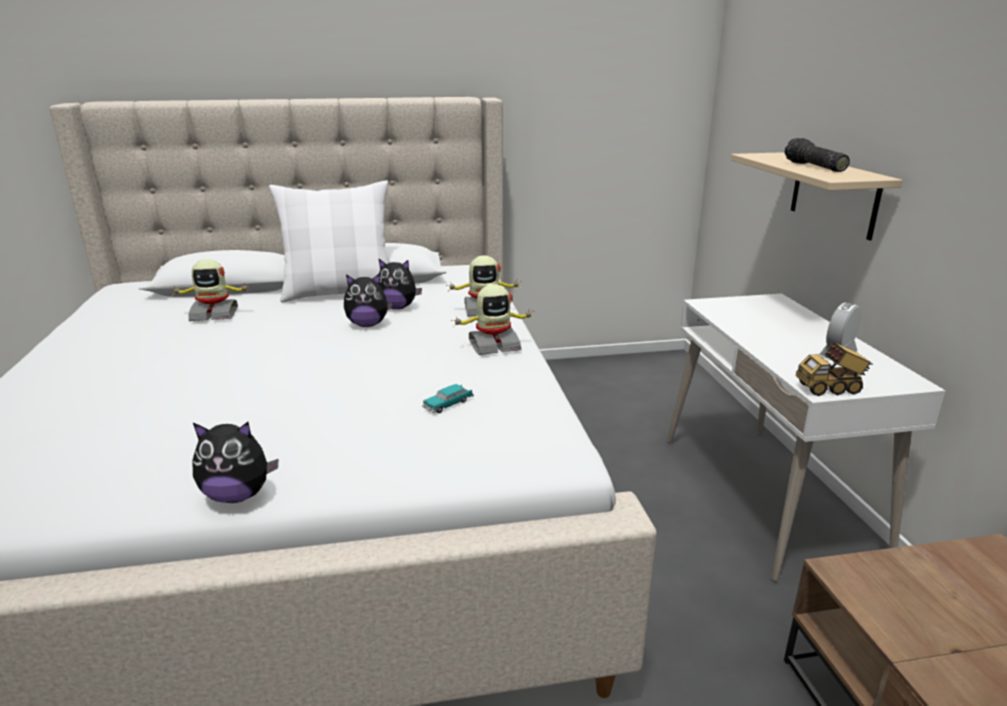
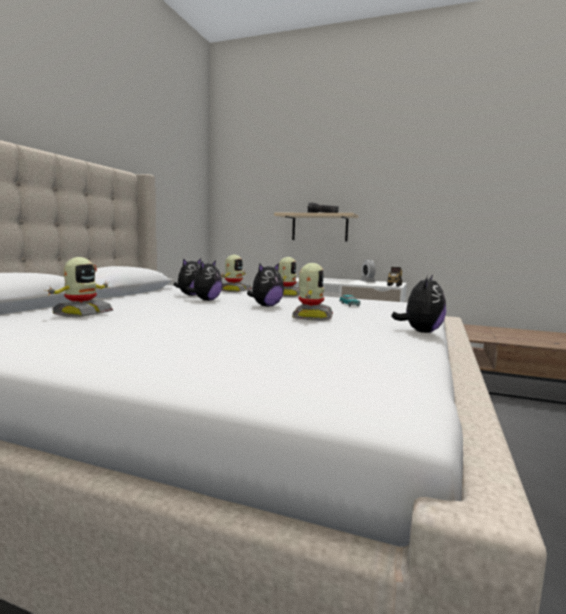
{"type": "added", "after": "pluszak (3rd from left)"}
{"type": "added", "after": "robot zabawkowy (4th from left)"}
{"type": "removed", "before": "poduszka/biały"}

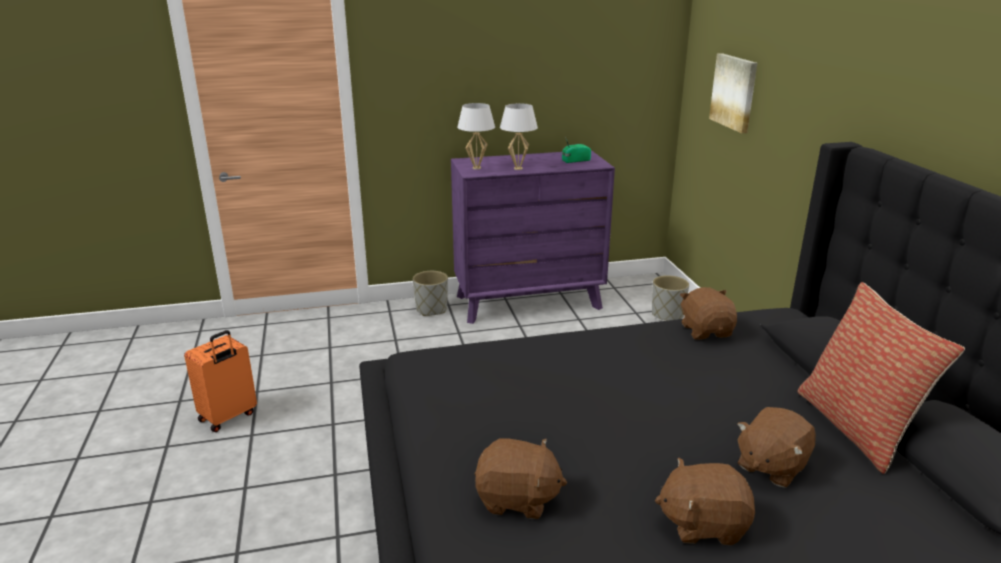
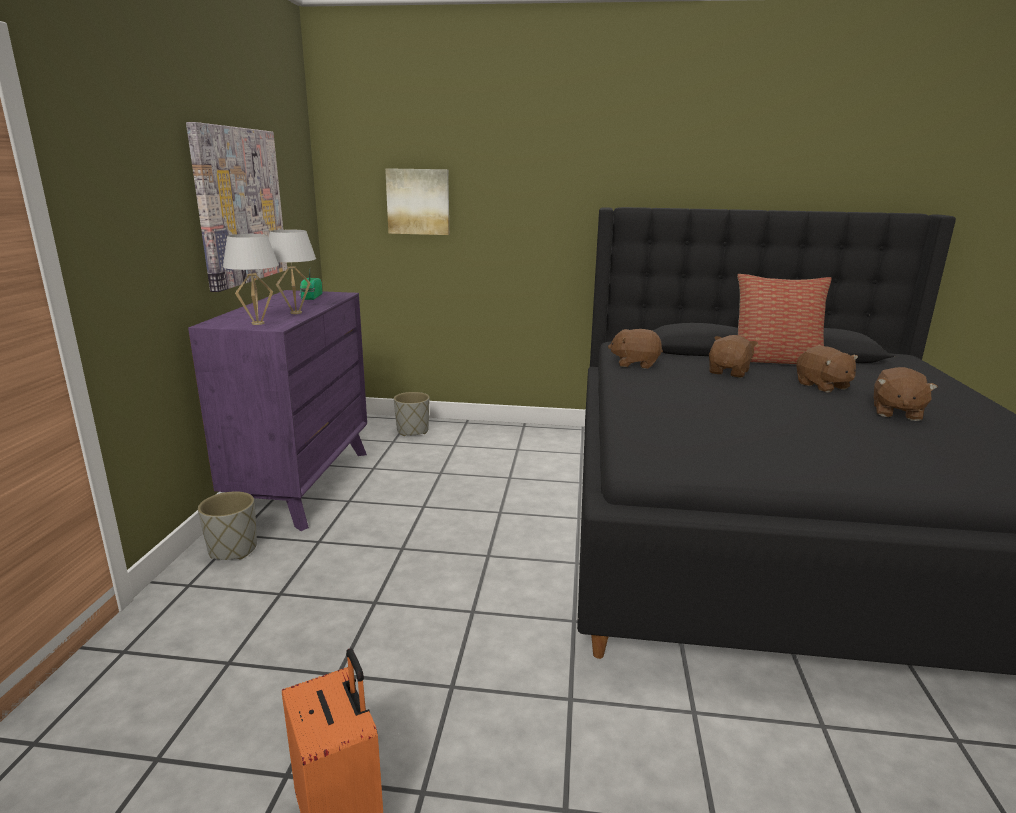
{"type": "added", "after": "obraz (1st from left)"}
{"type": "moved", "before": "pluszak/brązowy (1st from left in the first image)", "after": "pluszak/brązowy (2nd from left)"}

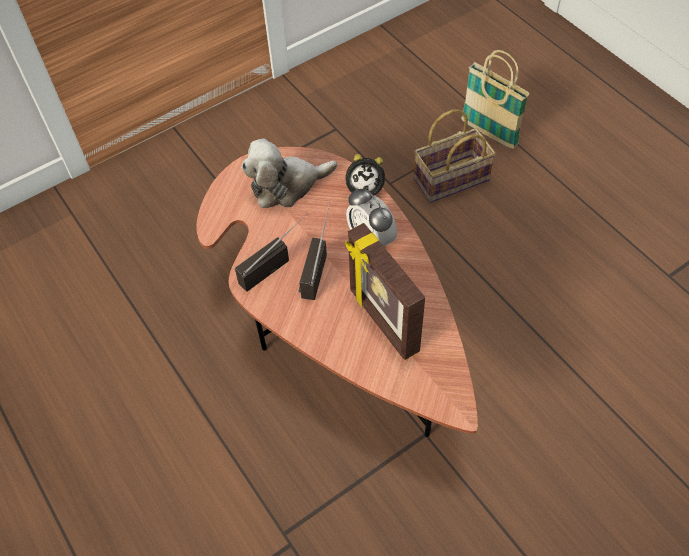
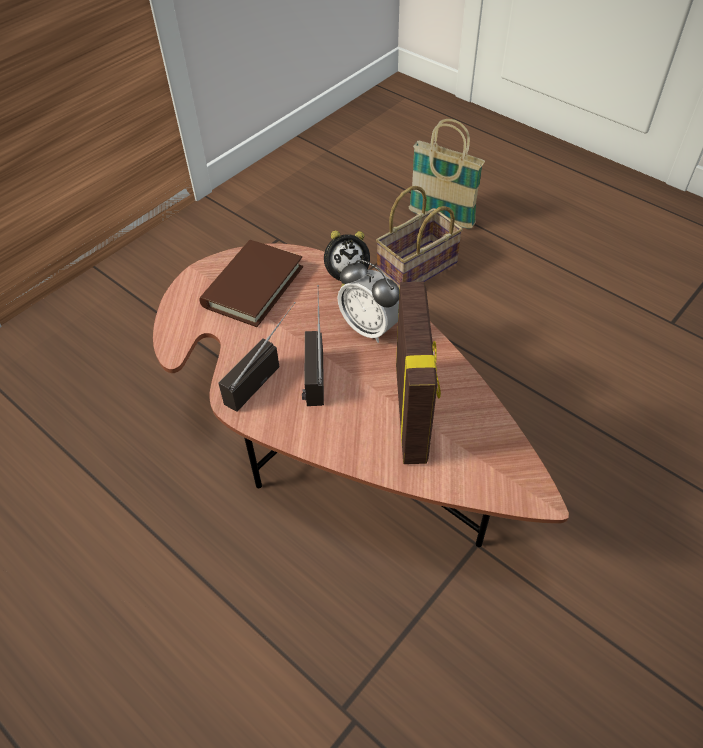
{"type": "replaced", "before": "pluszak", "after": "książka/brązowy"}
{"type": "turned", "before": "ramka na zdjęcie", "turn": -135}

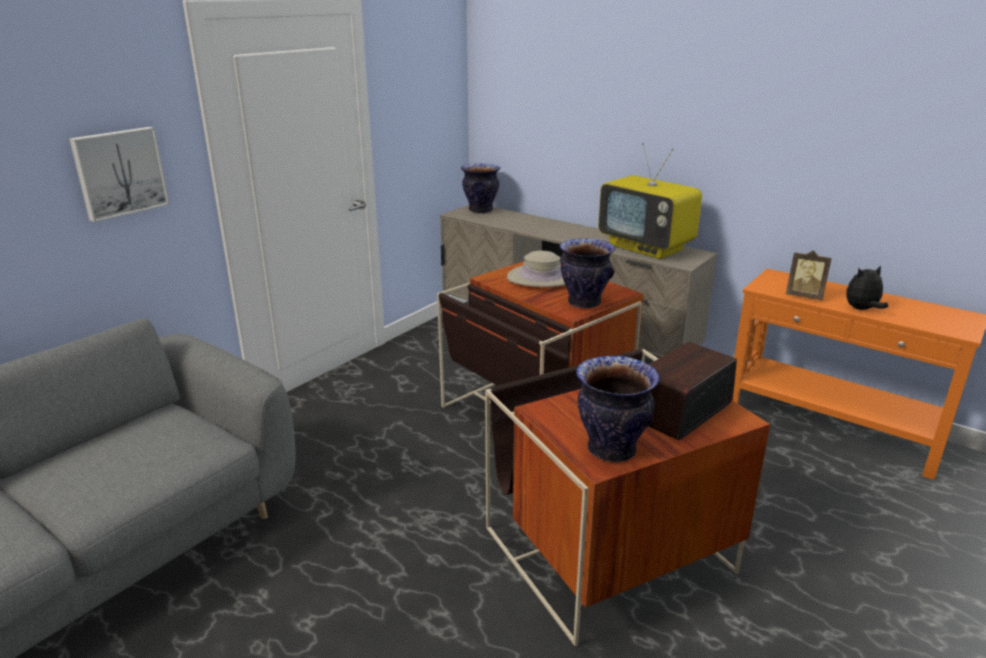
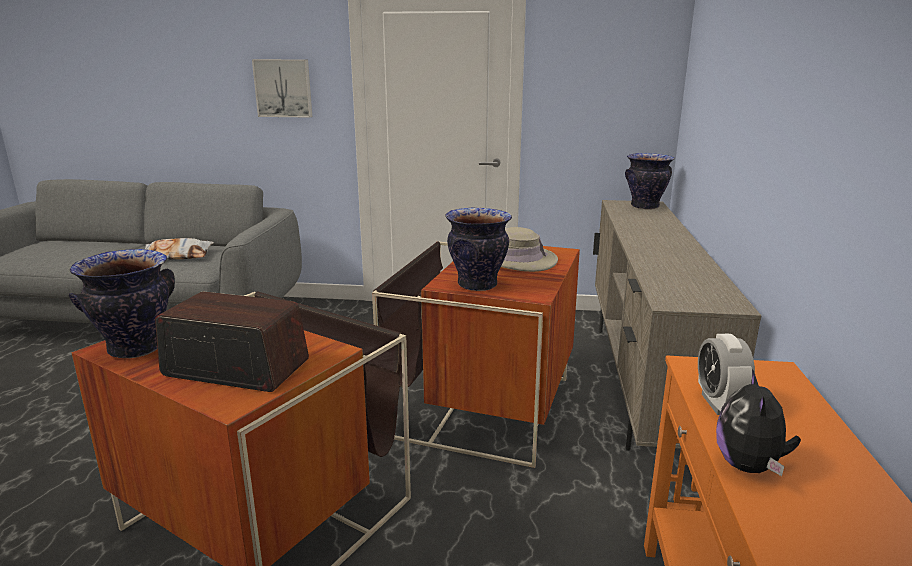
{"type": "added", "after": "poduszka"}
{"type": "replaced", "before": "ramka na zdjęcie", "after": "budzik"}
{"type": "turned", "before": "pluszak", "turn": -120}
{"type": "removed", "before": "telewizor"}

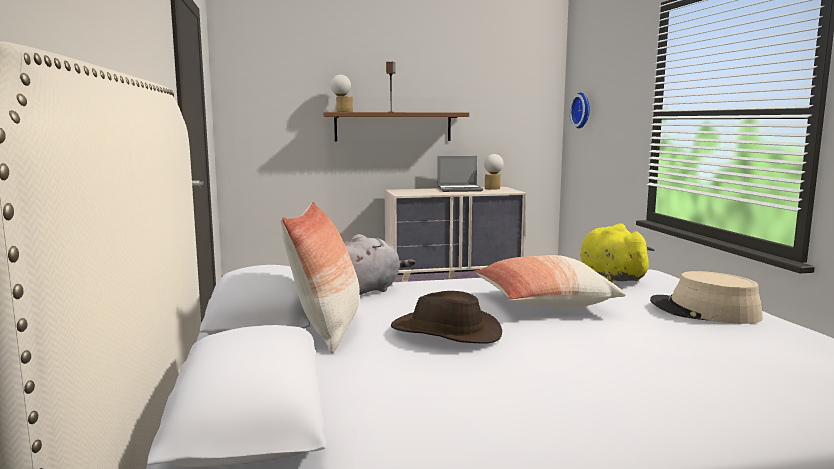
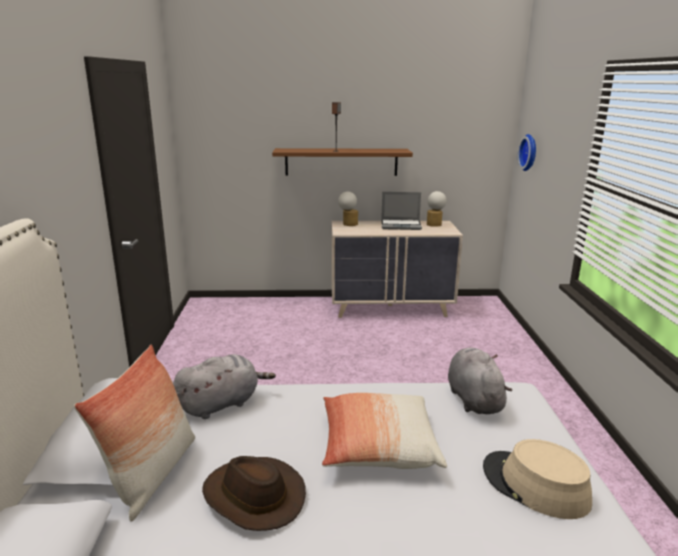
{"type": "moved", "before": "lampa stołowa (1st from left)"}
{"type": "recoloured", "before": "pluszak/żółty", "after": "pluszak/szary (2nd from left)"}

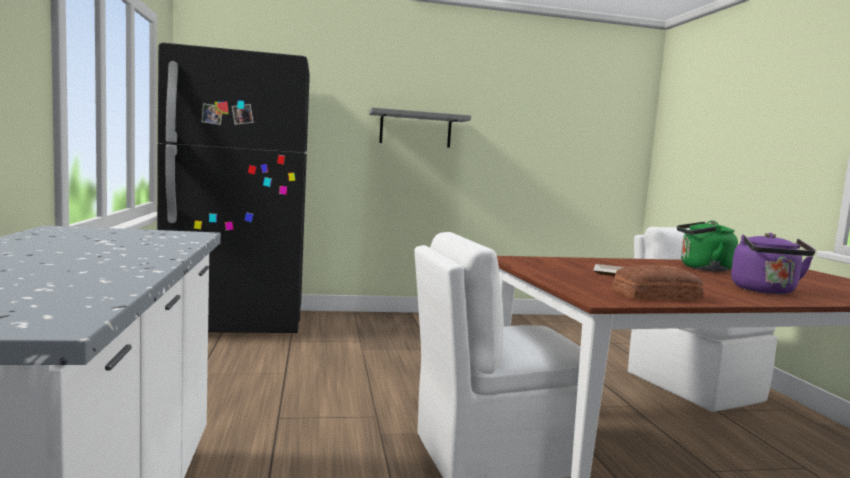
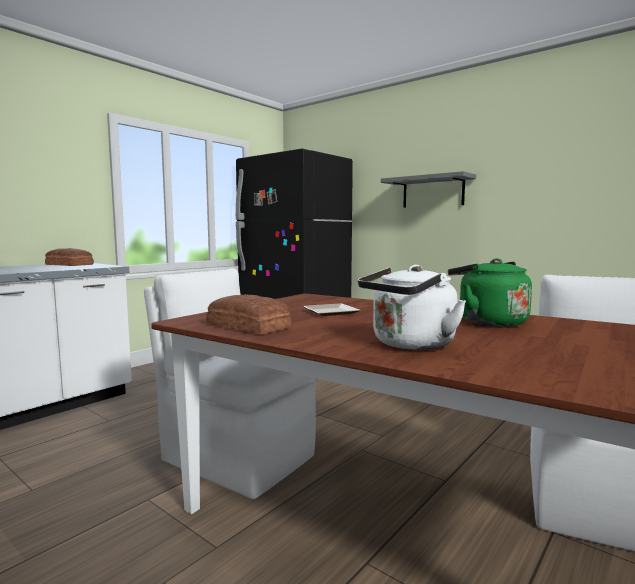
{"type": "added", "after": "chleb (1st from left)"}
{"type": "recoloured", "before": "czajnik/fioletowy", "after": "czajnik/biały"}

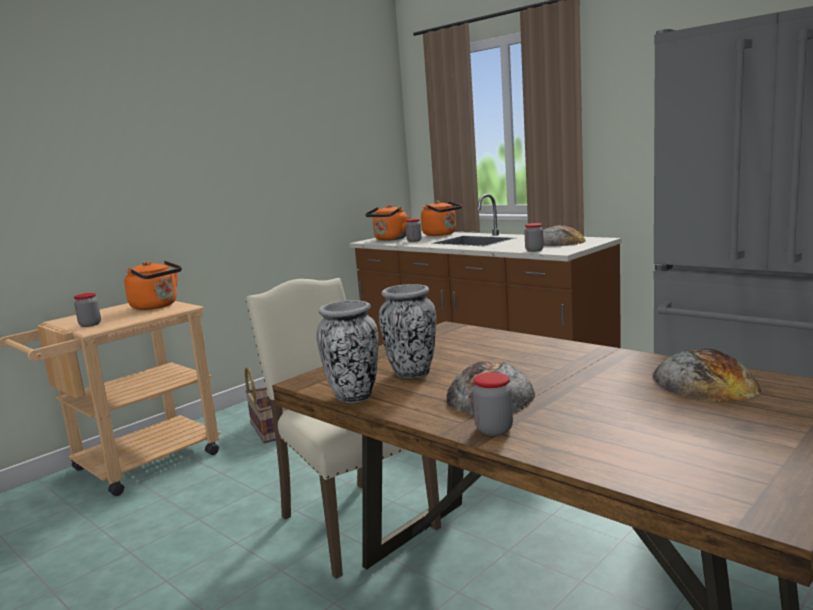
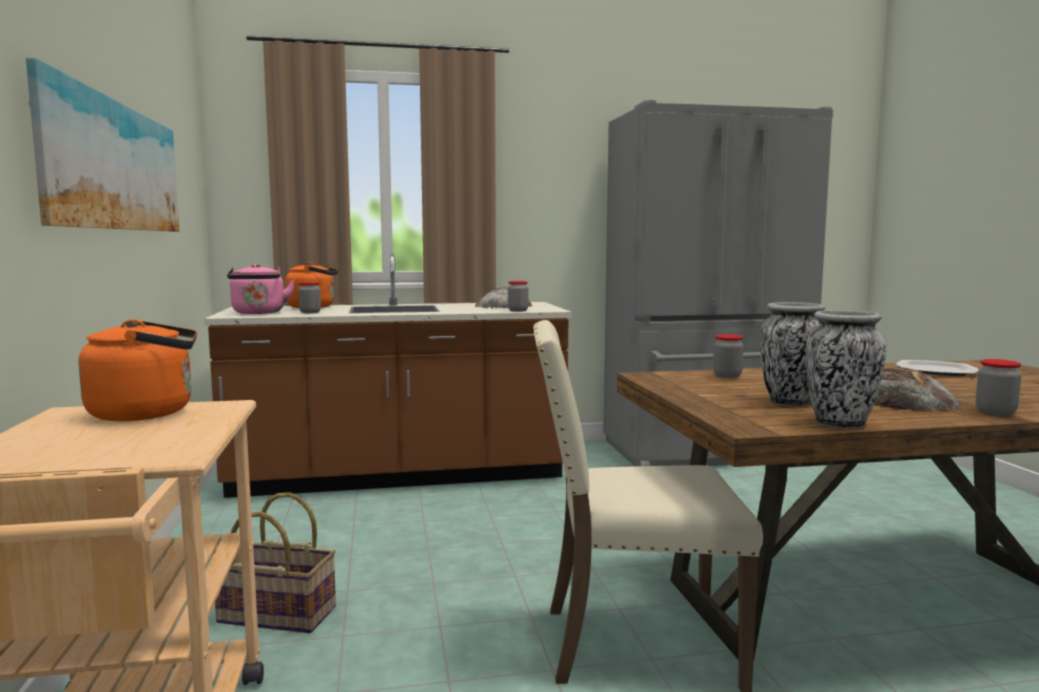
{"type": "added", "after": "obraz"}
{"type": "recoloured", "before": "czajnik/pomarańczowy (2nd from left)", "after": "czajnik/różowy"}
{"type": "moved", "before": "słoik (1st from left in the first image)", "after": "słoik (3rd from left)"}
{"type": "replaced", "before": "chleb (3rd from left)", "after": "talerz"}

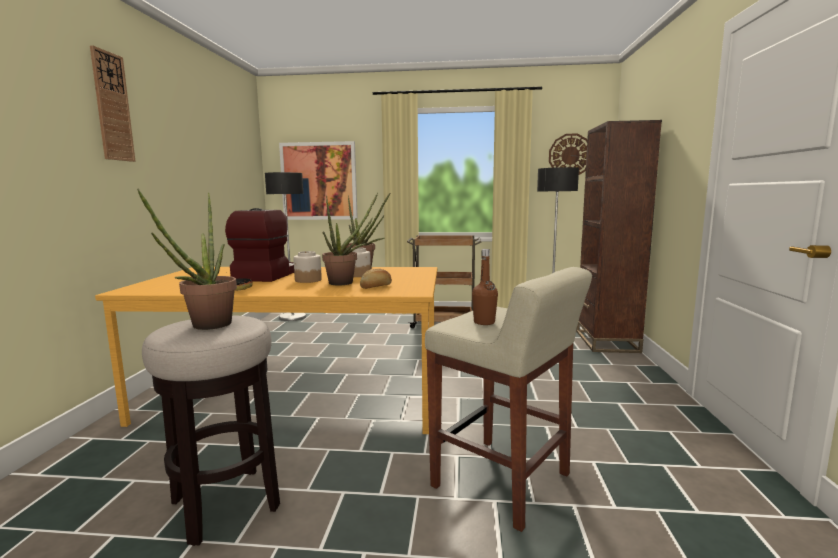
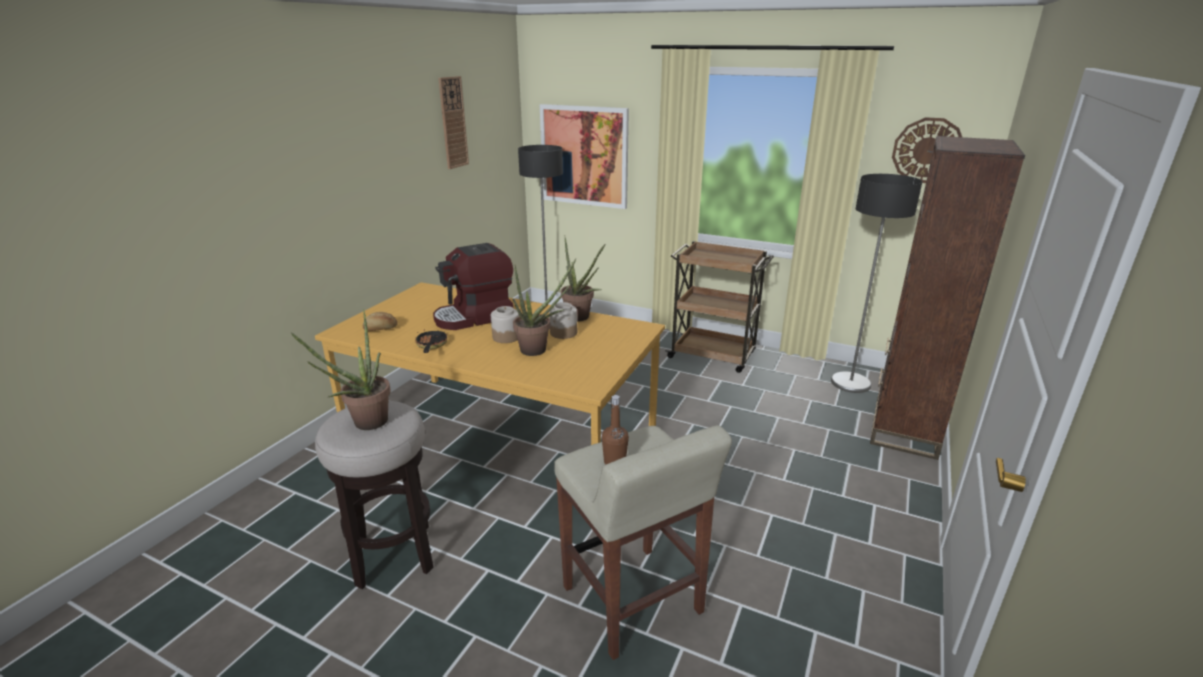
{"type": "moved", "before": "chleb"}
{"type": "turned", "before": "ekspres do kawy", "turn": -150}
{"type": "moved", "before": "zegar ścienny (1st from left)"}

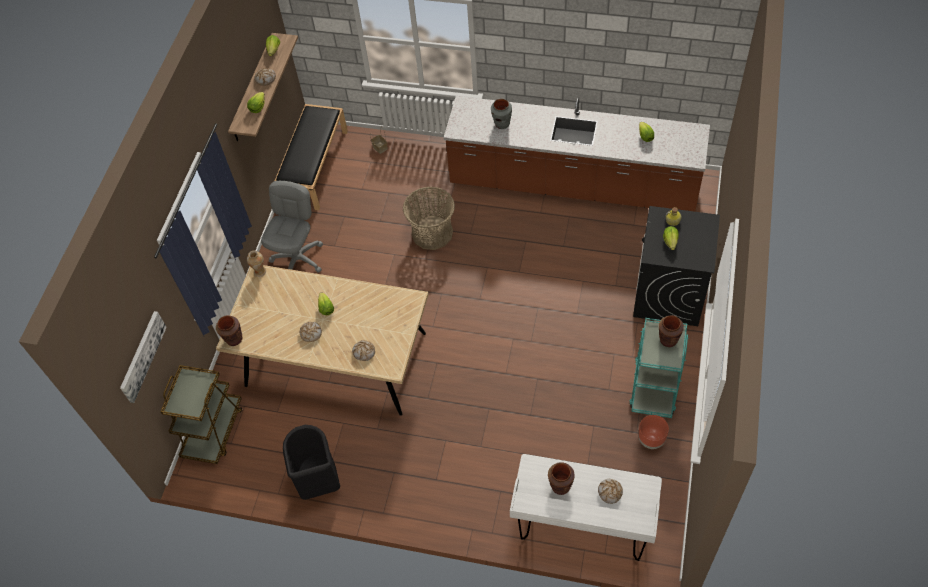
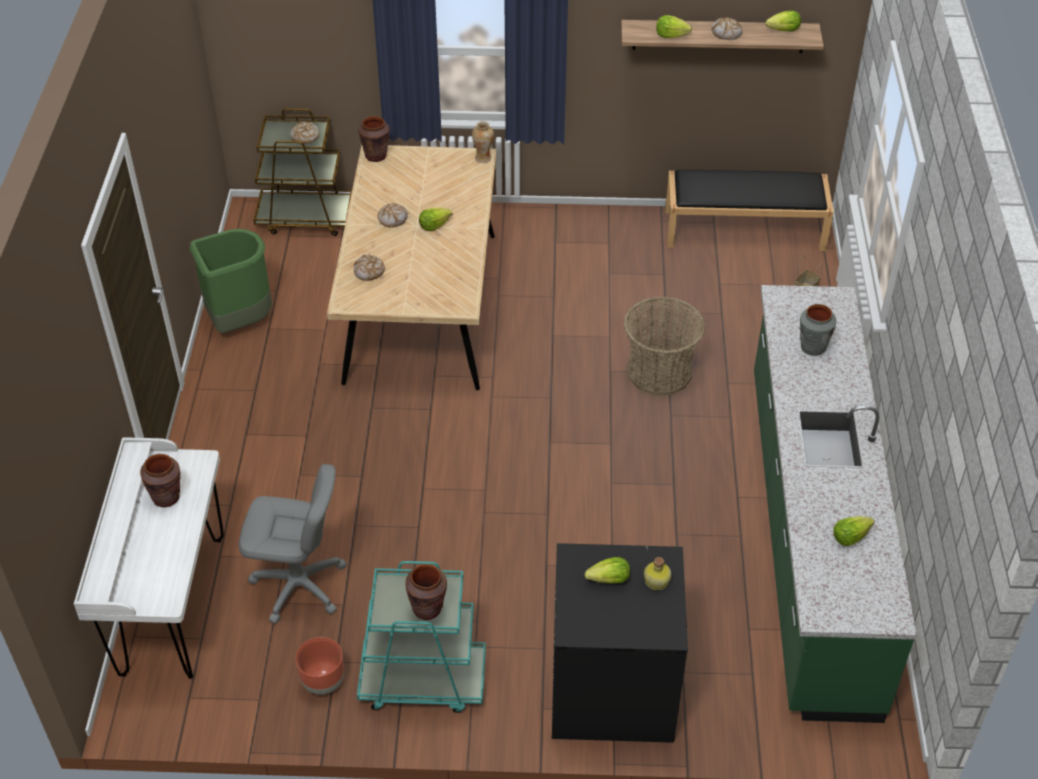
{"type": "recoloured", "before": "kosz na śmieci/czarny", "after": "kosz na śmieci/zielony"}
{"type": "moved", "before": "krzesło biurowe/szary"}
{"type": "moved", "before": "chleb (4th from left in the first image)", "after": "chleb (1st from left)"}
{"type": "recoloured", "before": "zabudowa kuchenna/brązowy", "after": "zabudowa kuchenna/zielony"}
{"type": "removed", "before": "obraz"}

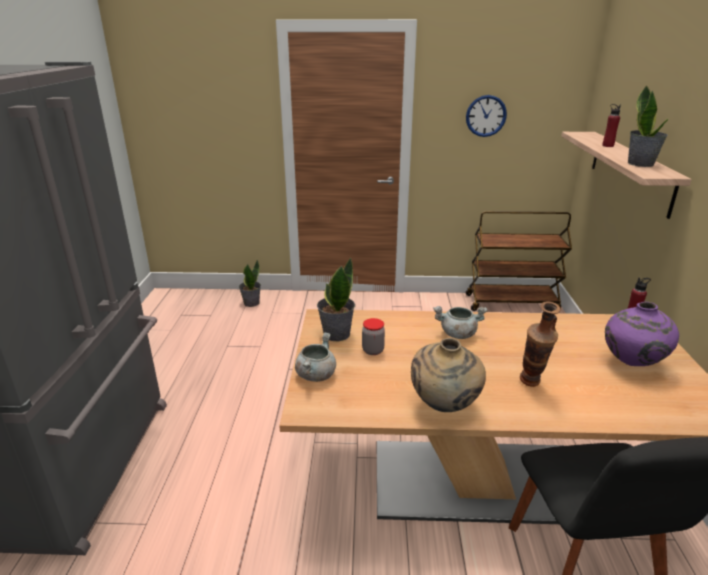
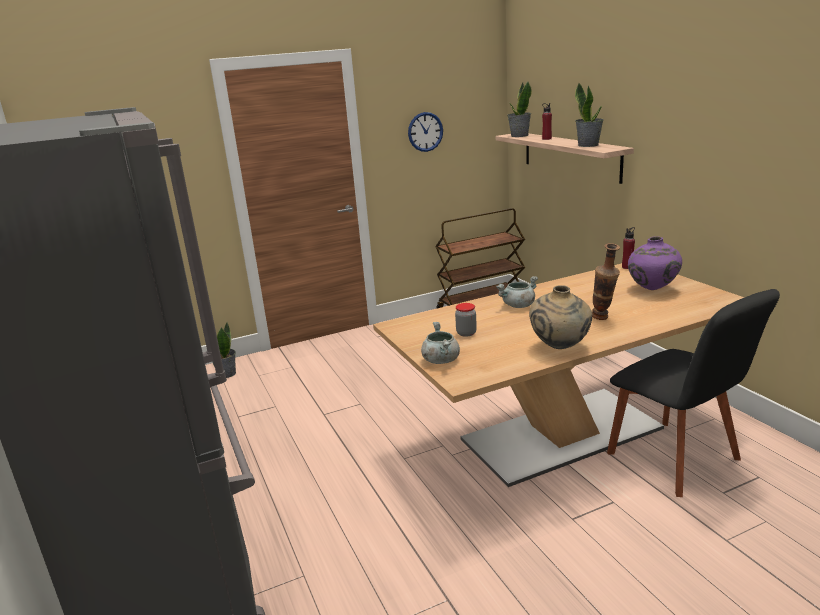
{"type": "moved", "before": "roślina doniczkowa (2nd from left)"}

